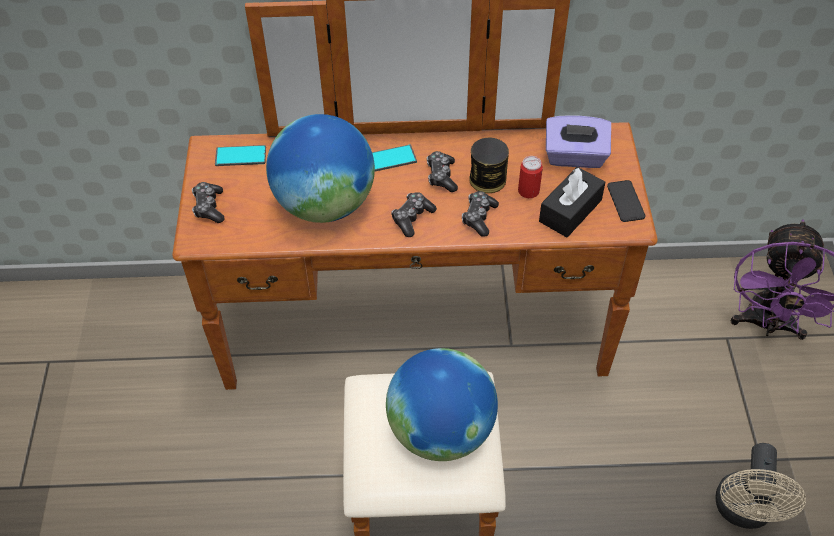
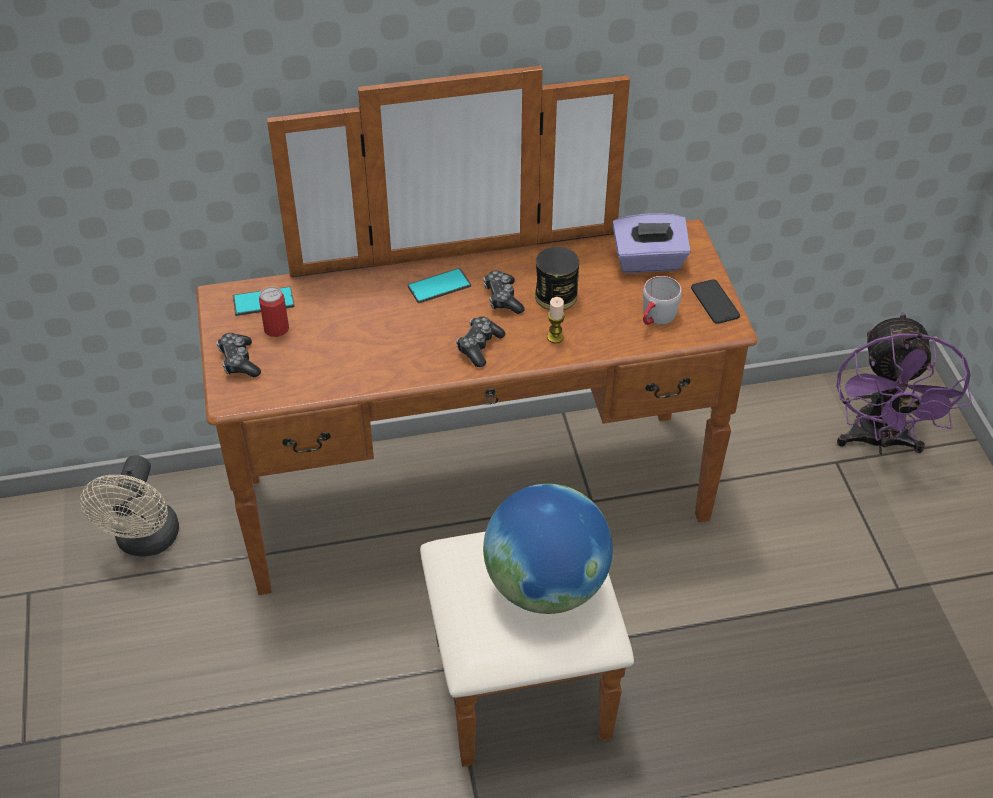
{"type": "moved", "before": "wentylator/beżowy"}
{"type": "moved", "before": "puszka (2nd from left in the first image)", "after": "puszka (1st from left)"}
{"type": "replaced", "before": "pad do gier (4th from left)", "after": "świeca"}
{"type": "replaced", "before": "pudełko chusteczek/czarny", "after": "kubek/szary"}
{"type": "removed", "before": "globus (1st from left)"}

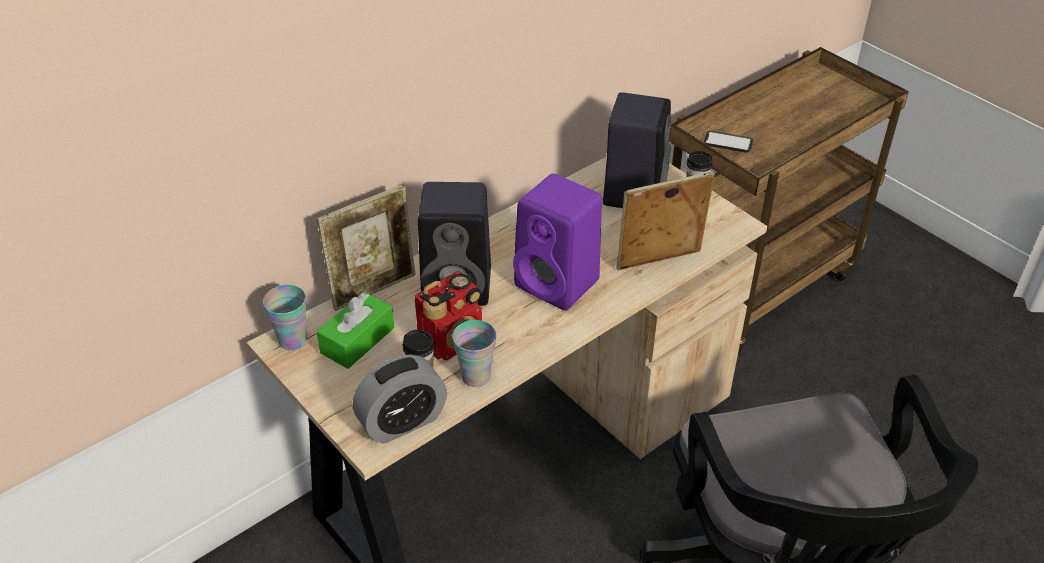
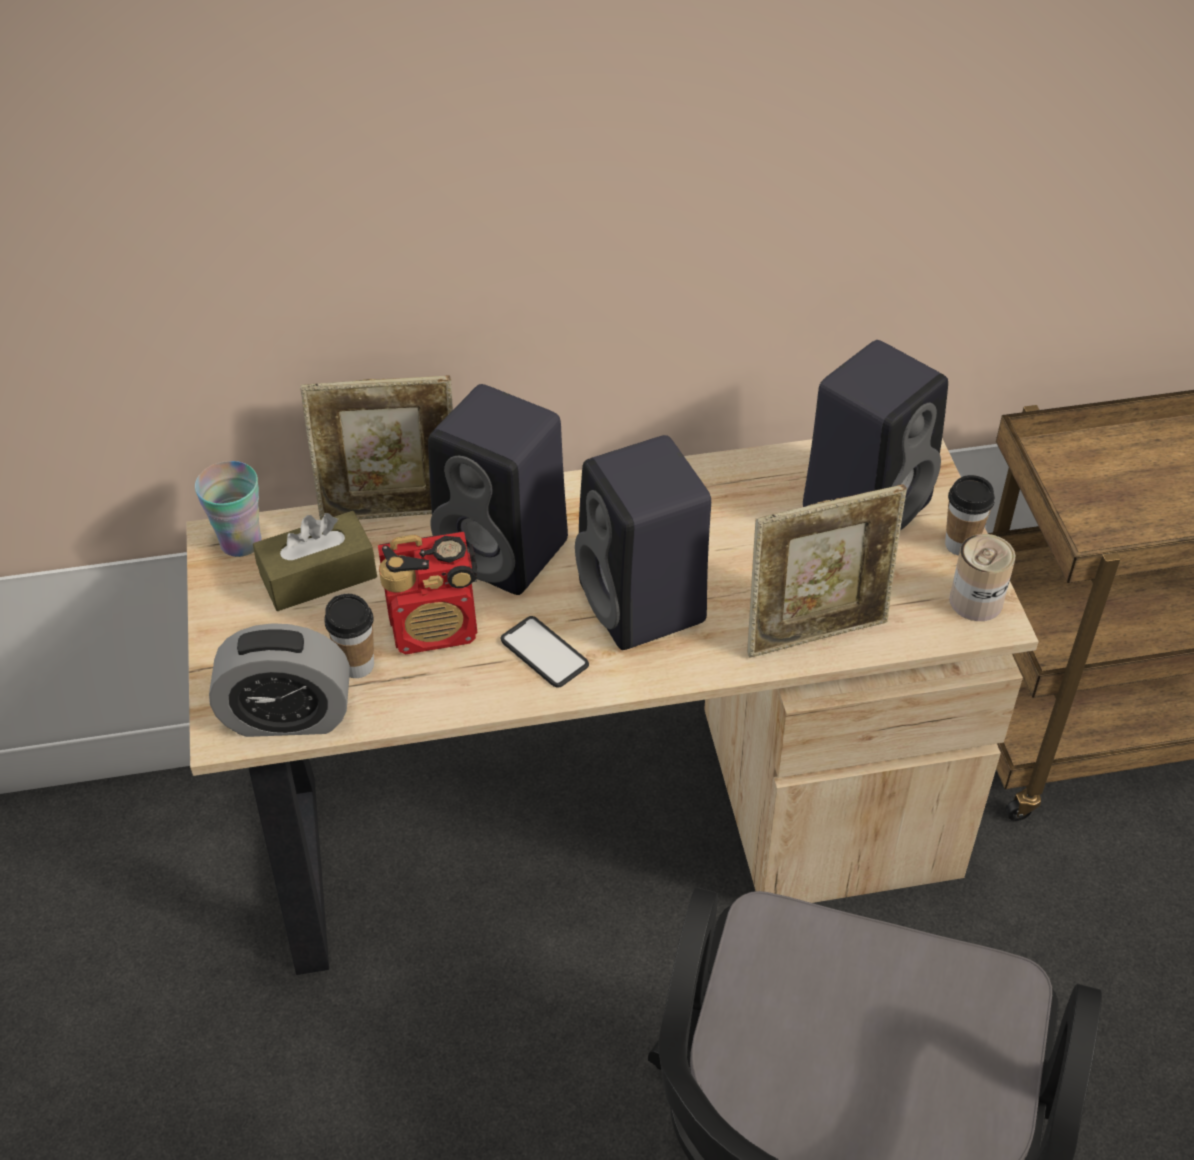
{"type": "recoloured", "before": "pudełko chusteczek/zielony", "after": "pudełko chusteczek/brązowy"}
{"type": "moved", "before": "telefon"}
{"type": "recoloured", "before": "głośnik/fioletowy", "after": "głośnik/czarny (2nd from left)"}
{"type": "turned", "before": "ramka na zdjęcie (2nd from left)", "turn": 150}
{"type": "added", "after": "puszka"}
{"type": "removed", "before": "filiżanka (3rd from left)"}

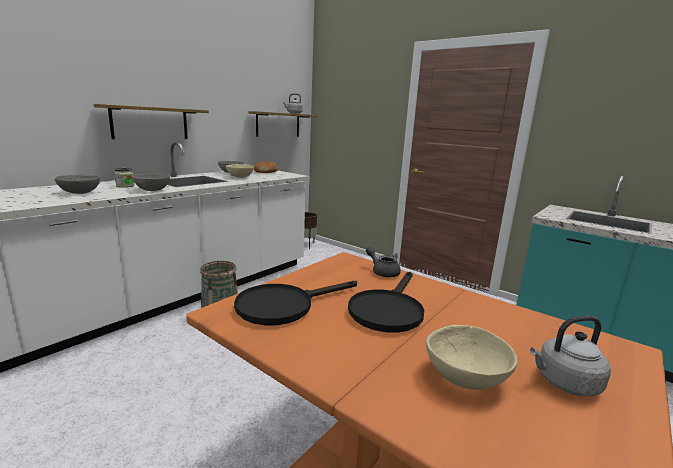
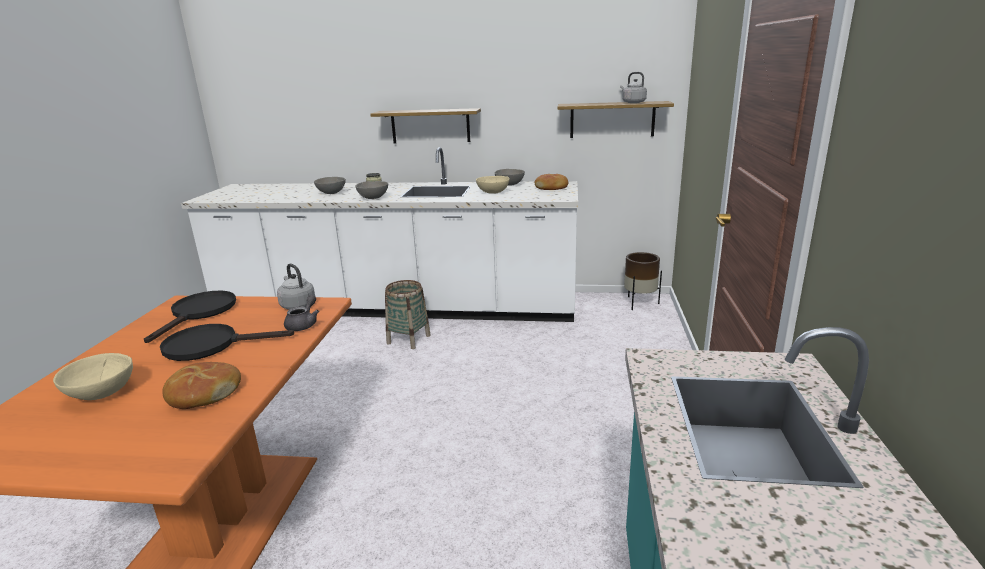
{"type": "turned", "before": "patelnia/czarny (1st from left)", "turn": 75}
{"type": "added", "after": "chleb (1st from left)"}
{"type": "moved", "before": "czajnik/szary (2nd from left in the first image)", "after": "czajnik/szary (1st from left)"}

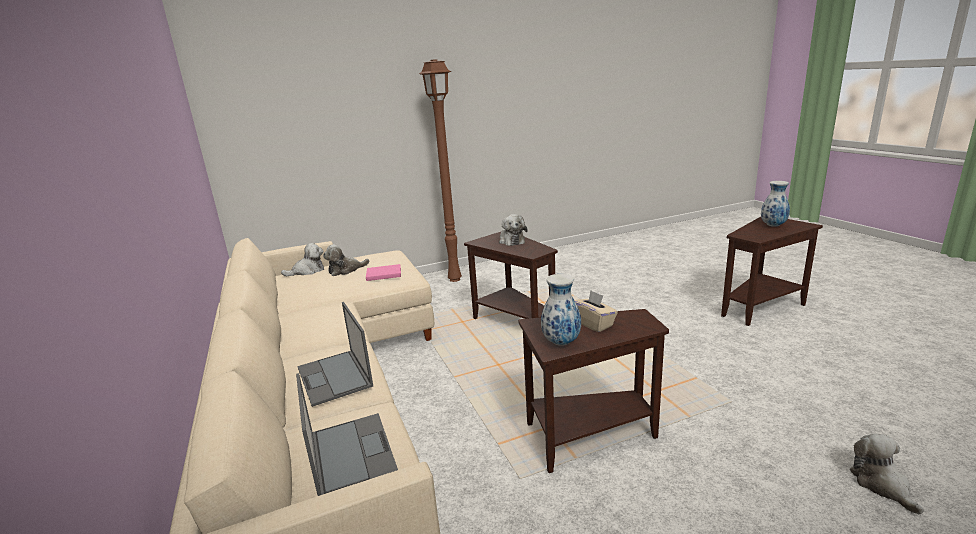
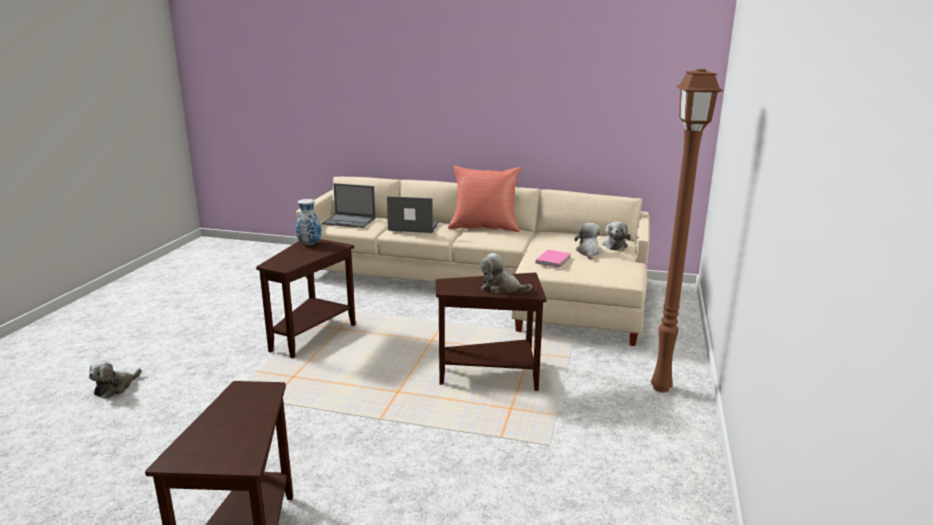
{"type": "turned", "before": "pluszak (4th from left in the first image)", "turn": 90}
{"type": "added", "after": "poduszka/czerwony"}
{"type": "removed", "before": "pudełko chusteczek/beżowy"}
{"type": "removed", "before": "wazon (2nd from left)"}

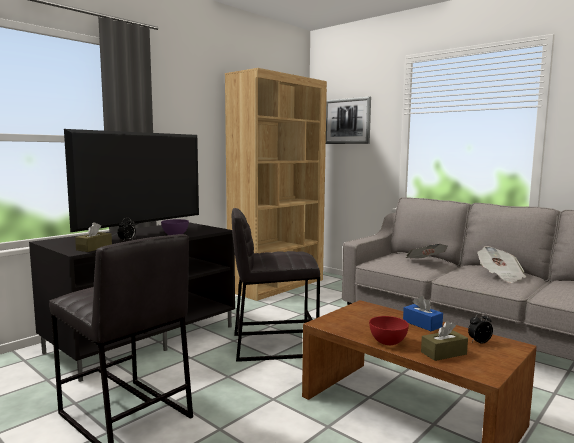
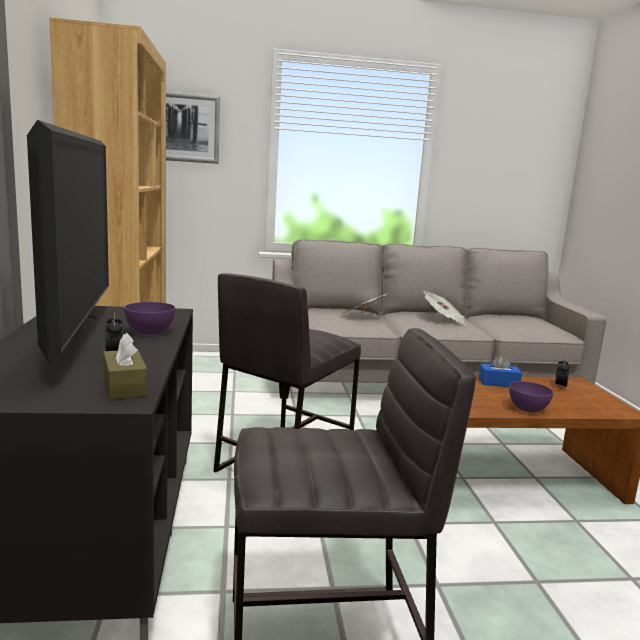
{"type": "recoloured", "before": "miska/czerwony", "after": "miska/fioletowy (2nd from left)"}
{"type": "removed", "before": "pudełko chusteczek/brązowy (2nd from left)"}

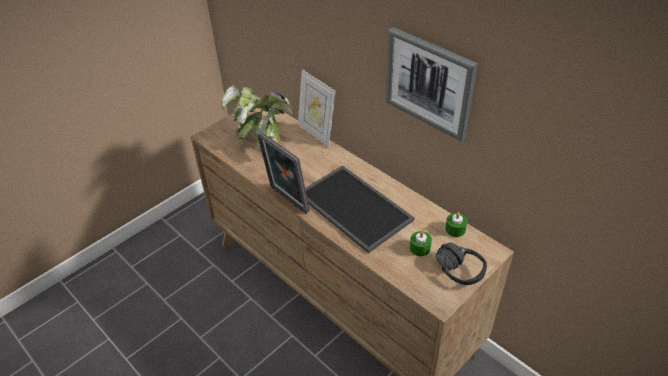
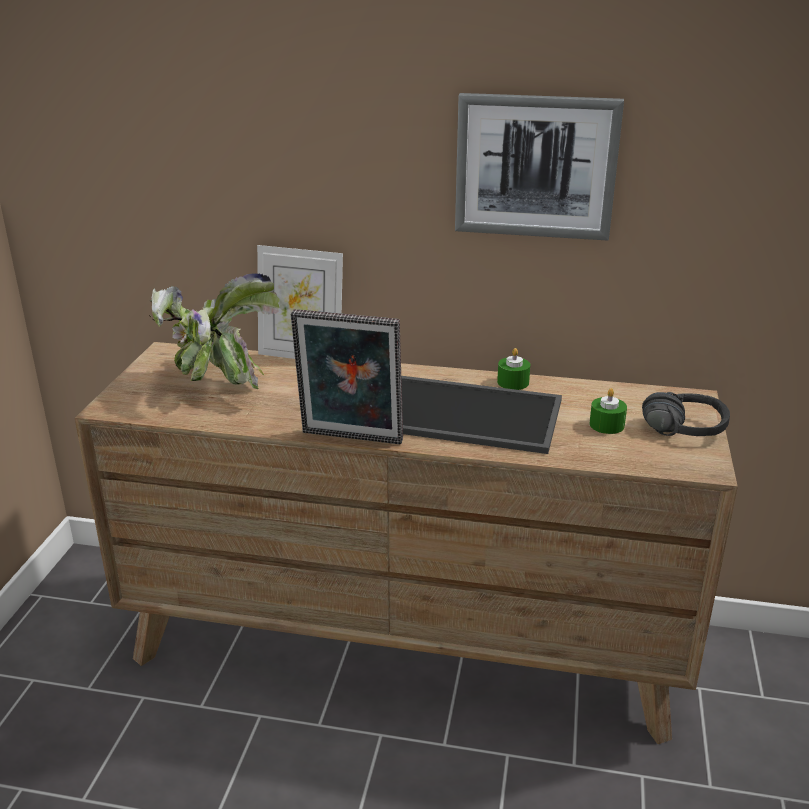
{"type": "moved", "before": "świeca/zielony (2nd from left in the first image)", "after": "świeca/zielony (1st from left)"}

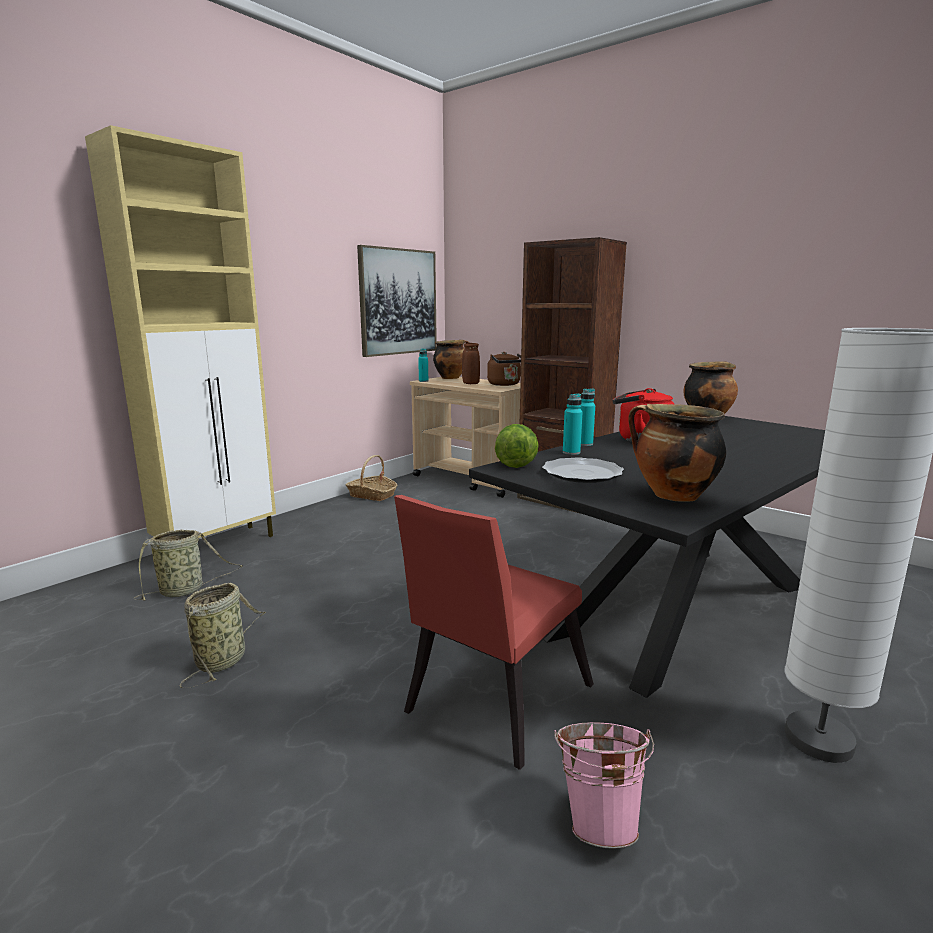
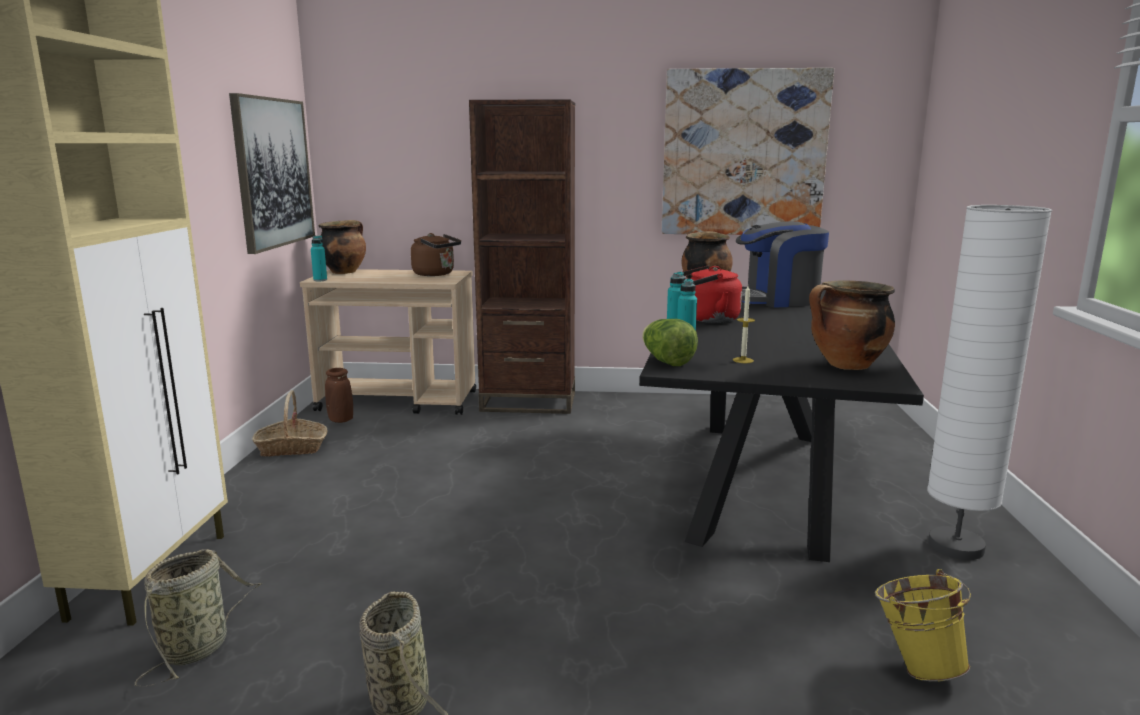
{"type": "moved", "before": "wazon/brązowy"}
{"type": "added", "after": "obraz (2nd from left)"}
{"type": "replaced", "before": "talerz", "after": "świeca"}
{"type": "added", "after": "ekspres do kawy"}
{"type": "recoloured", "before": "wiadro/różowy", "after": "wiadro/żółty"}
{"type": "removed", "before": "krzesło/czerwony"}

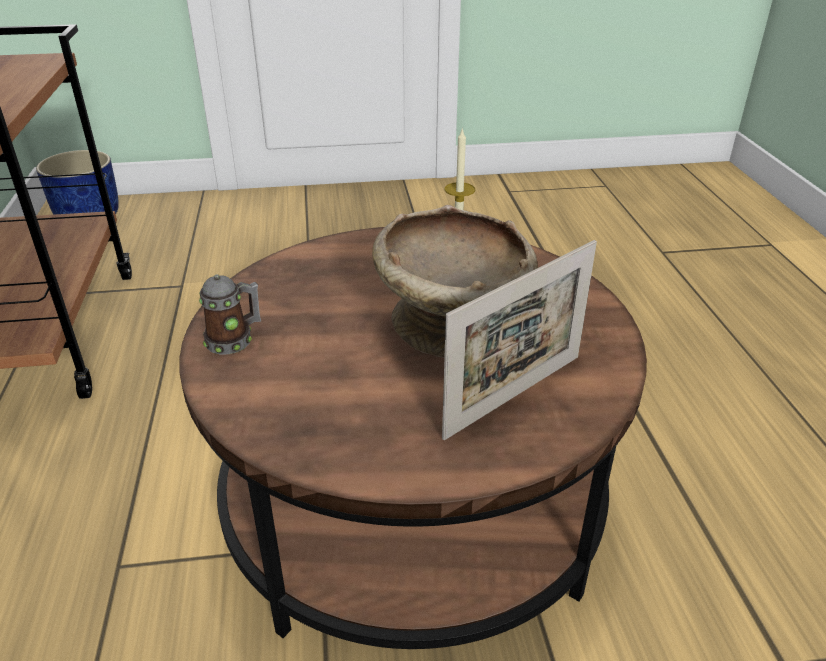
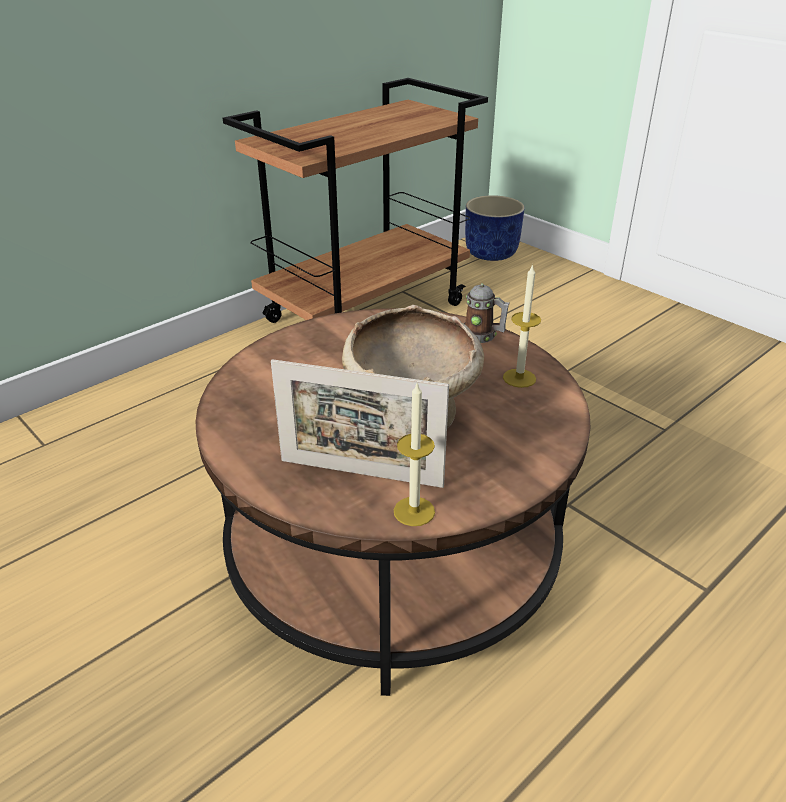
{"type": "added", "after": "świeca (1st from left)"}
{"type": "moved", "before": "kubek"}

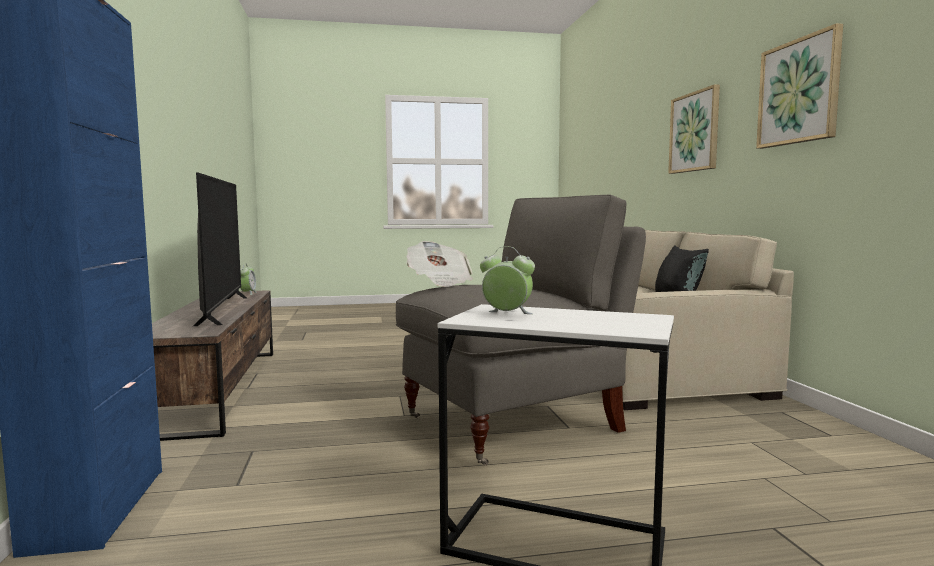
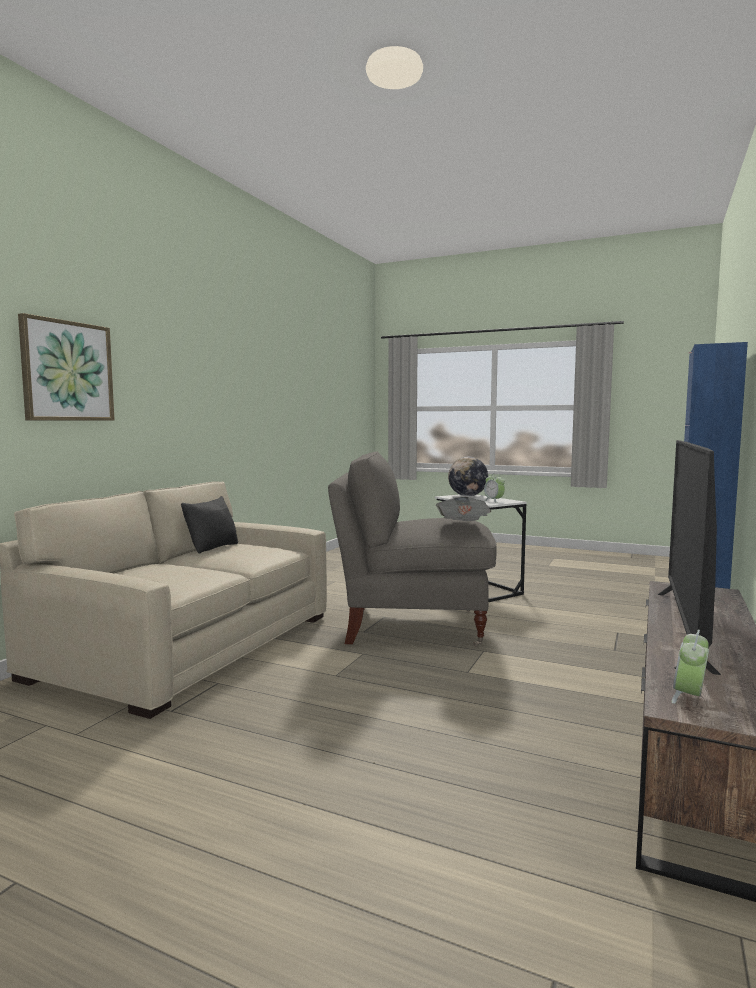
{"type": "added", "after": "globus"}
{"type": "removed", "before": "obraz (2nd from left)"}

